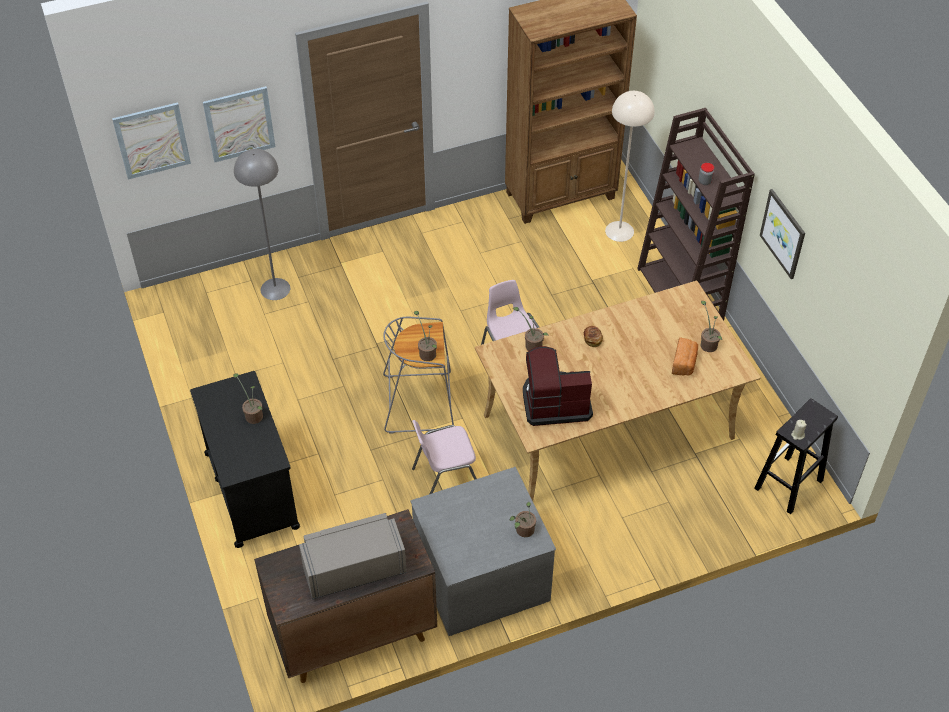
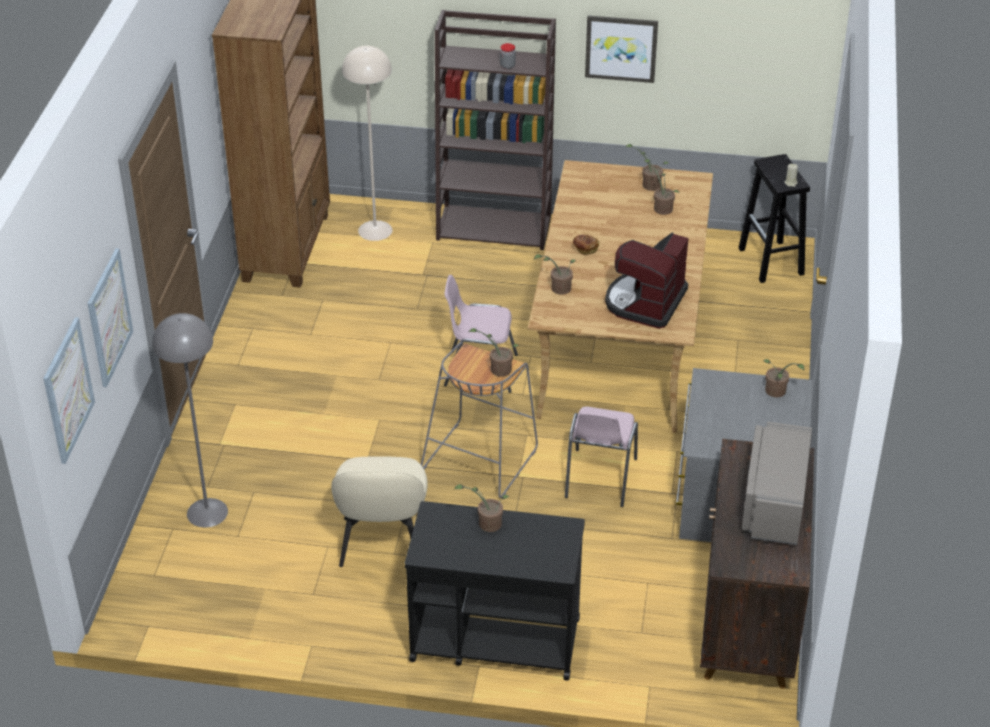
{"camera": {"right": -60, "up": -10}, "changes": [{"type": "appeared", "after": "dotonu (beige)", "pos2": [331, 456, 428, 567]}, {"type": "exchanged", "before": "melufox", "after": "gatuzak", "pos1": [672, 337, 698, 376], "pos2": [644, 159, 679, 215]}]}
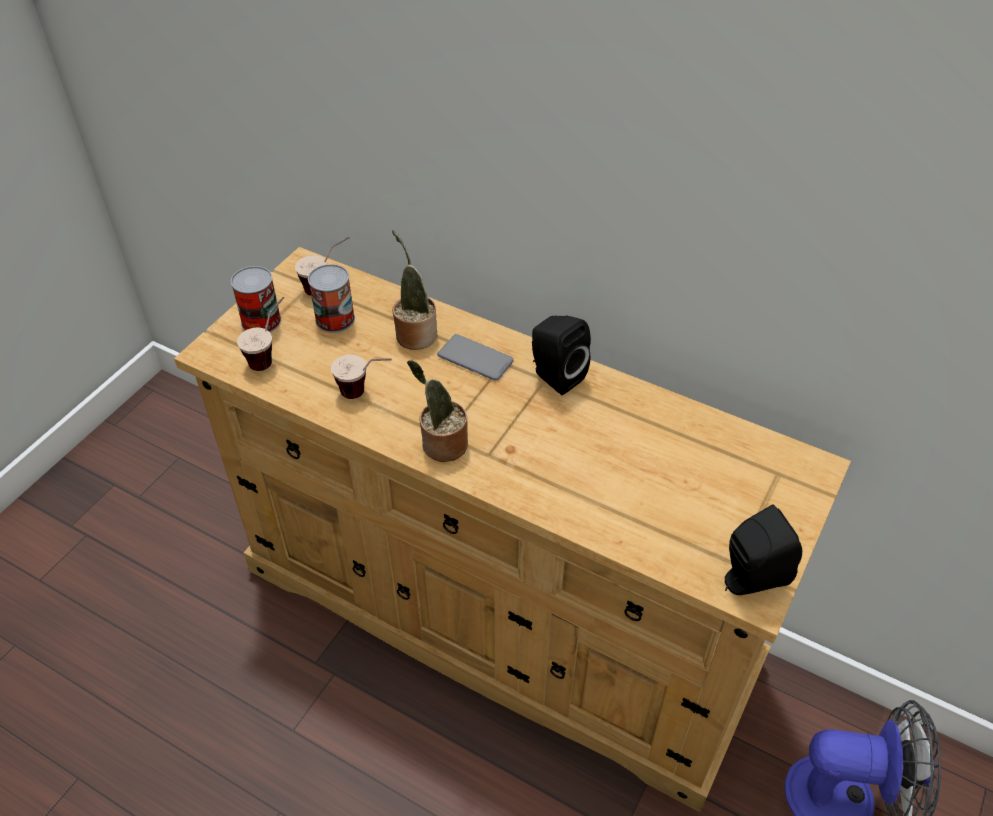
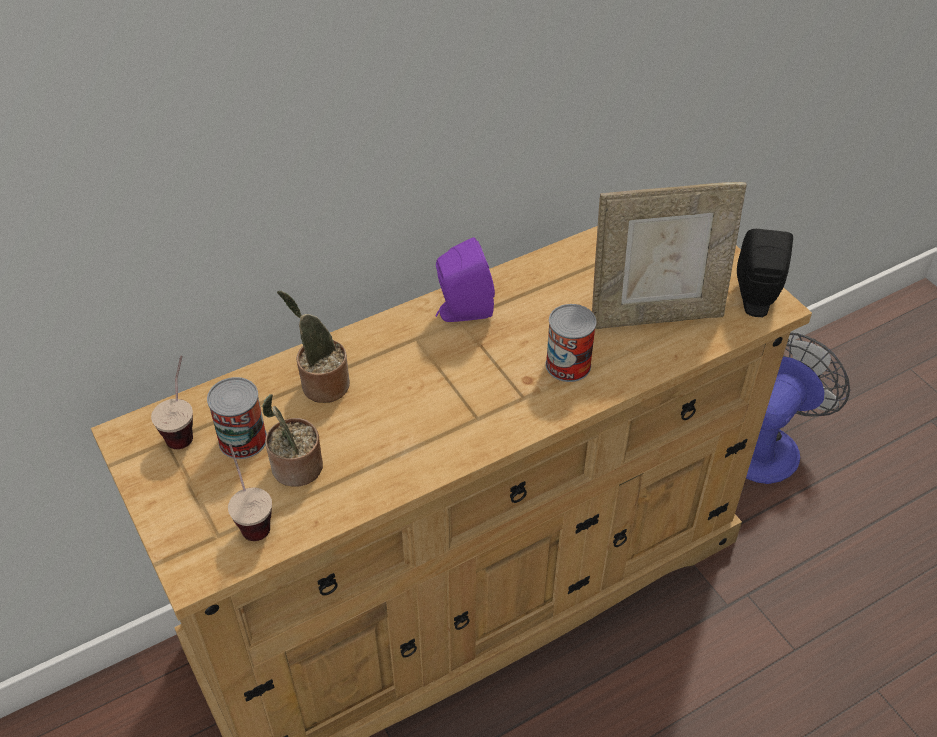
{"camera": {"right": -60, "up": 0}, "changes": [{"type": "missing", "before": "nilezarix", "pos1": [331, 355, 392, 399]}, {"type": "missing", "before": "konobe", "pos1": [437, 334, 514, 380]}, {"type": "appeared", "after": "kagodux", "pos2": [592, 182, 747, 329]}, {"type": "relocated", "before": "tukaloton", "pos1": [231, 266, 281, 332], "pos2": [545, 304, 596, 382]}, {"type": "relocated", "before": "gatuzak", "pos1": [407, 360, 468, 462], "pos2": [262, 394, 323, 487]}, {"type": "colour", "before": "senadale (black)", "after": "senadale (purple)", "pos1": [532, 316, 591, 395], "pos2": [435, 237, 495, 322]}]}
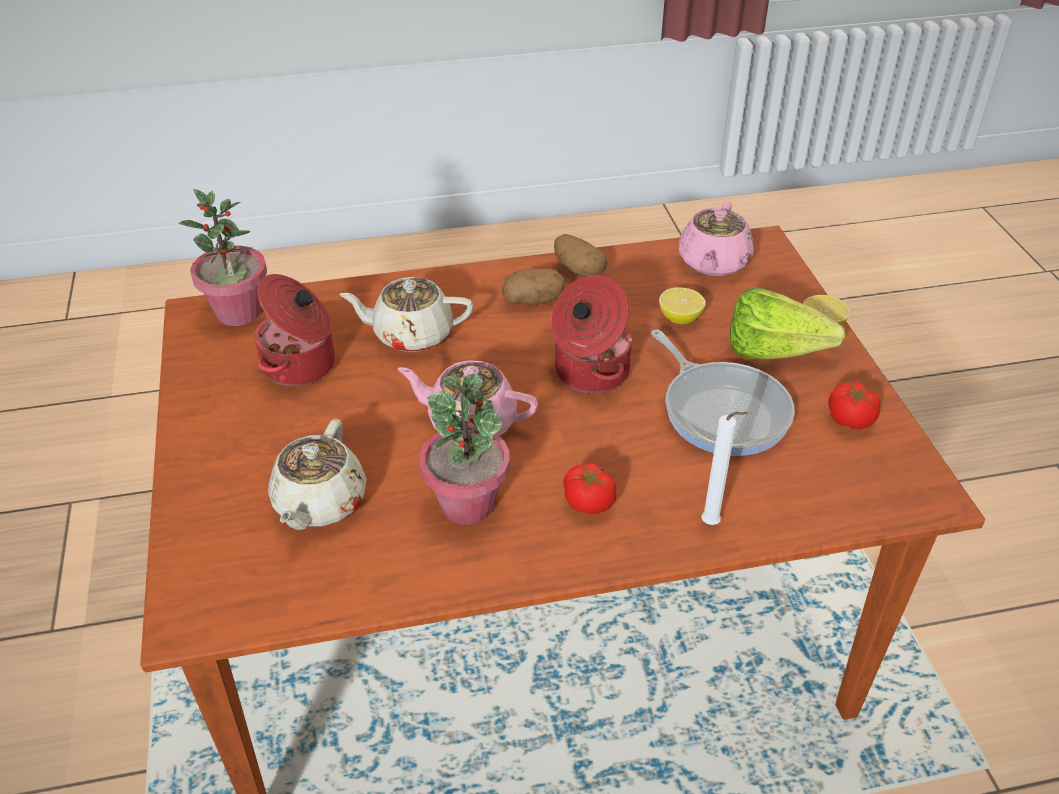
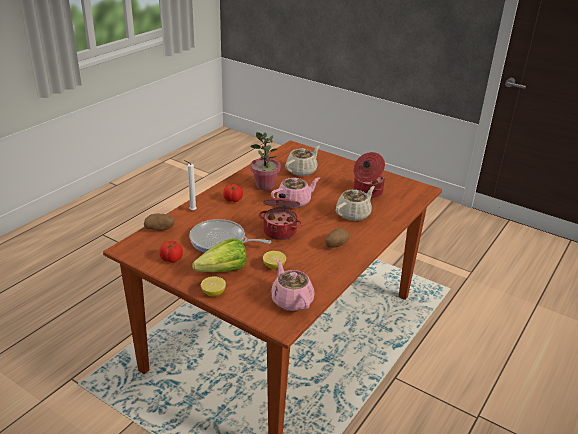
{"camera": {"right": 135, "up": -10}, "changes": [{"type": "missing", "before": "gatuzak", "pos1": [178, 189, 267, 326]}, {"type": "relocated", "before": "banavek", "pos1": [554, 234, 608, 277], "pos2": [144, 214, 175, 231]}, {"type": "spun", "before": "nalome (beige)", "pos1": [268, 419, 367, 530], "pos2": [285, 146, 320, 176], "turn": 75}]}
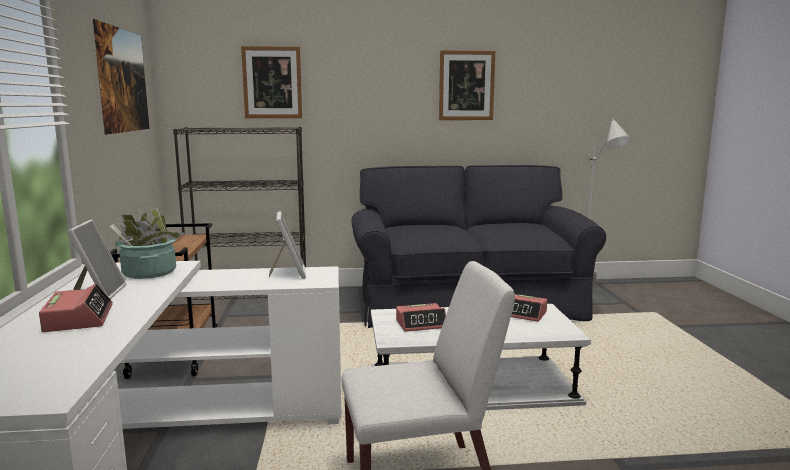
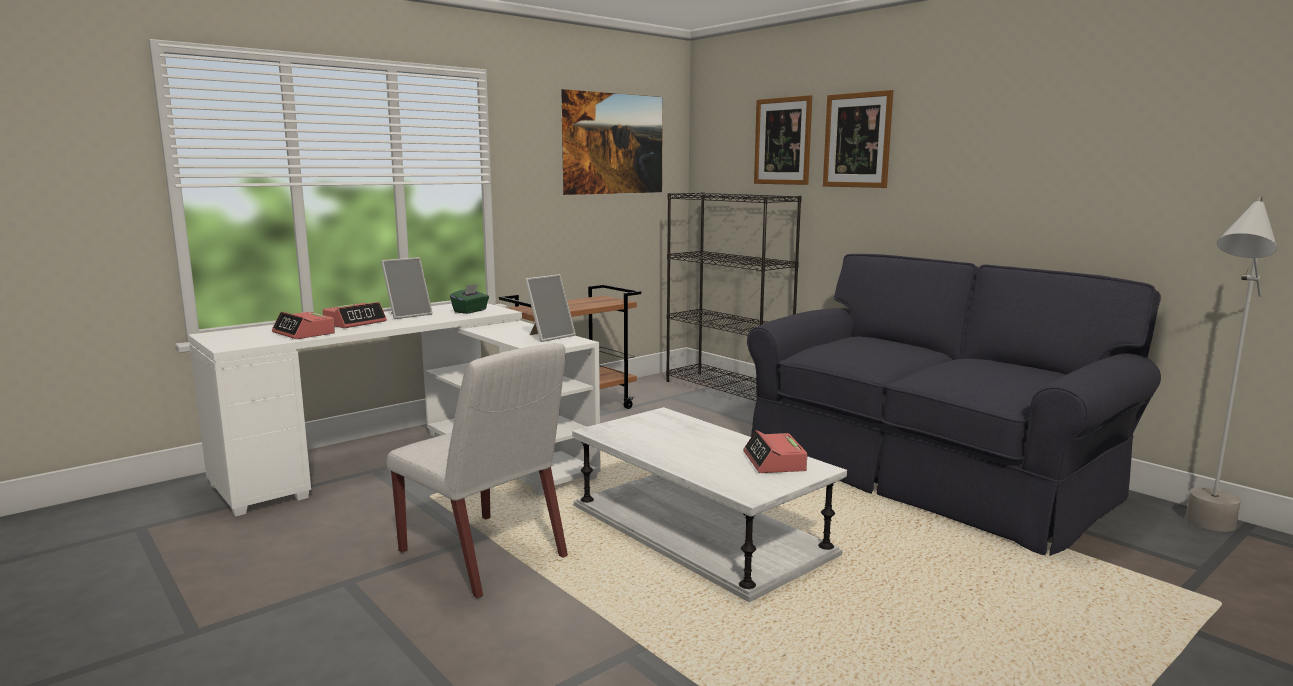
{"camera": {"right": 55, "up": 0}, "changes": [{"type": "relocated", "before": "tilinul", "pos1": [396, 303, 446, 332], "pos2": [272, 312, 335, 339]}, {"type": "relocated", "before": "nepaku", "pos1": [439, 50, 495, 120], "pos2": [823, 90, 893, 188]}, {"type": "exchanged", "before": "gatuzak", "after": "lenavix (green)", "pos1": [110, 208, 185, 279], "pos2": [450, 284, 489, 314]}]}
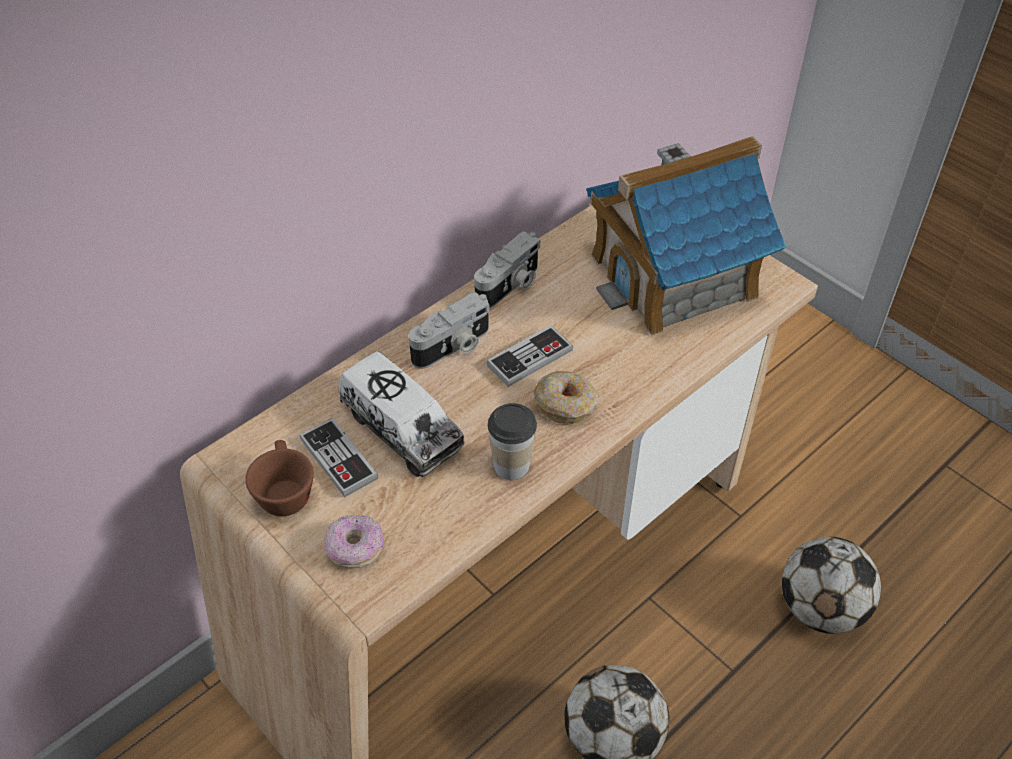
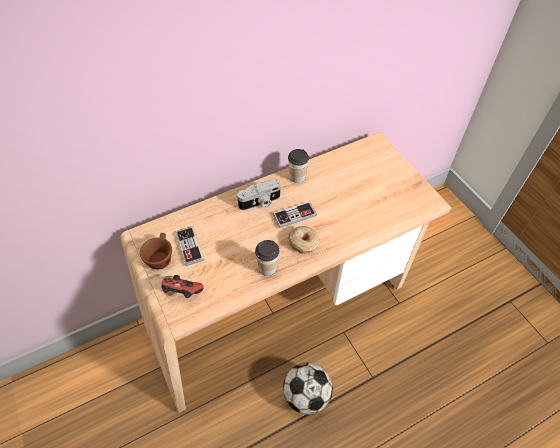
{"camera": {"right": 15, "up": 5}, "changes": [{"type": "missing", "before": "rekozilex", "pos1": [339, 351, 465, 477]}, {"type": "missing", "before": "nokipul", "pos1": [586, 136, 786, 336]}, {"type": "missing", "before": "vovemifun", "pos1": [782, 537, 881, 634]}, {"type": "exchanged", "before": "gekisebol", "after": "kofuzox", "pos1": [324, 514, 384, 568], "pos2": [161, 275, 203, 298]}, {"type": "exchanged", "before": "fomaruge", "after": "nilezarix", "pos1": [474, 231, 540, 309], "pos2": [288, 149, 309, 183]}]}
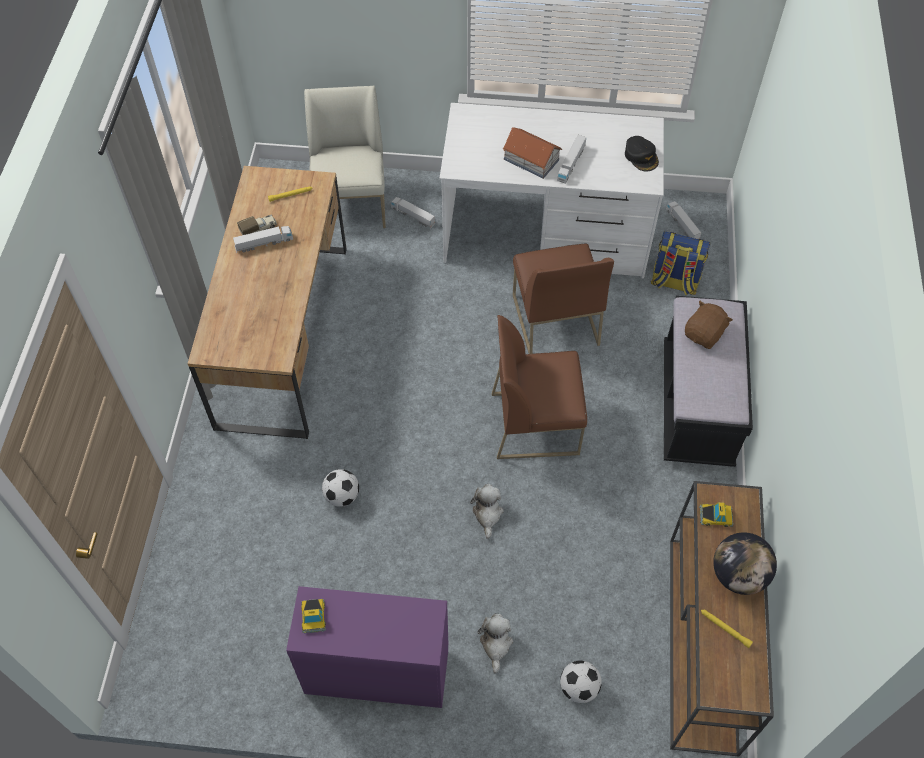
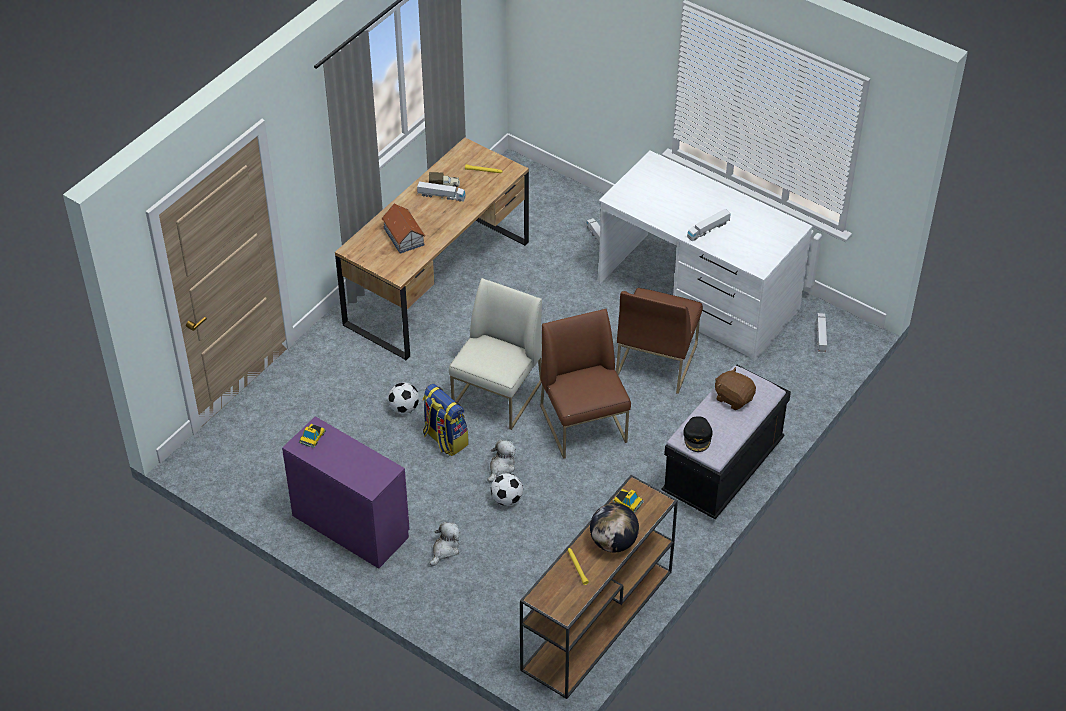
{"camera": {"right": 30, "up": -10}, "changes": [{"type": "relocated", "before": "dotonu (white)", "pos1": [304, 86, 386, 228], "pos2": [449, 278, 542, 430]}, {"type": "relocated", "before": "nokipul", "pos1": [503, 127, 562, 179], "pos2": [382, 204, 425, 254]}, {"type": "relocated", "before": "vovemifun", "pos1": [560, 660, 602, 703], "pos2": [491, 473, 523, 506]}, {"type": "relocated", "before": "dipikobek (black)", "pos1": [625, 136, 659, 172], "pos2": [683, 416, 713, 452]}, {"type": "relocated", "before": "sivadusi", "pos1": [651, 231, 711, 295], "pos2": [423, 384, 469, 456]}, {"type": "spun", "before": "dotonu (brown)", "pos1": [492, 315, 587, 459], "pos2": [540, 309, 631, 459], "turn": 45}, {"type": "spun", "before": "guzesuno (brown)", "pos1": [685, 301, 733, 349], "pos2": [715, 367, 756, 410], "turn": -120}]}
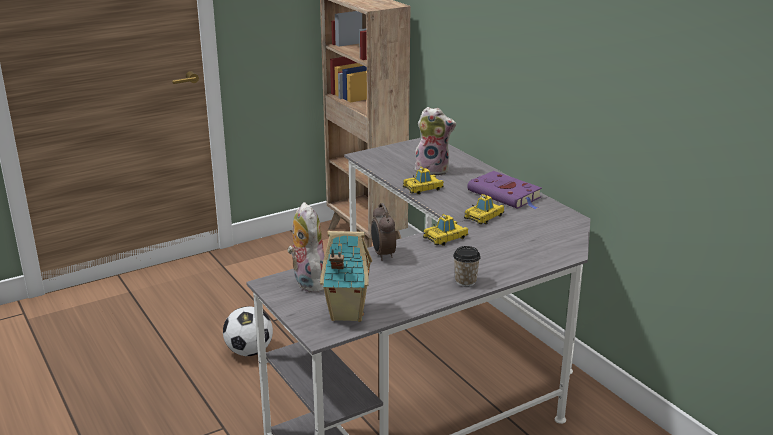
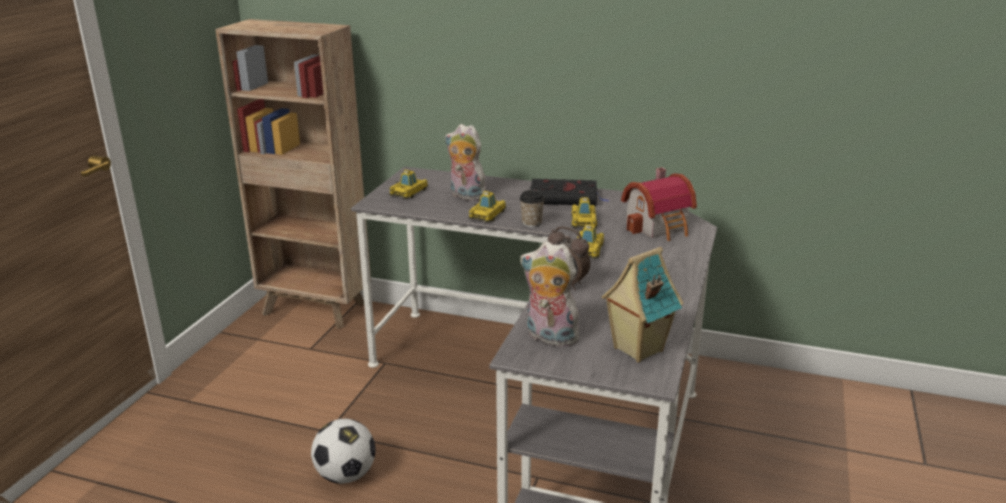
{"camera": {"right": -40, "up": 0}, "changes": [{"type": "appeared", "after": "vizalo", "pos2": [389, 169, 428, 198]}, {"type": "appeared", "after": "nokipul", "pos2": [621, 167, 697, 241]}, {"type": "relocated", "before": "nilezarix", "pos1": [453, 246, 481, 287], "pos2": [520, 190, 545, 227]}, {"type": "colour", "before": "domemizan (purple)", "after": "domemizan (black)", "pos1": [467, 171, 542, 209], "pos2": [530, 179, 610, 206]}, {"type": "spun", "before": "guzesuno", "pos1": [413, 107, 456, 176], "pos2": [445, 124, 486, 202], "turn": -120}]}
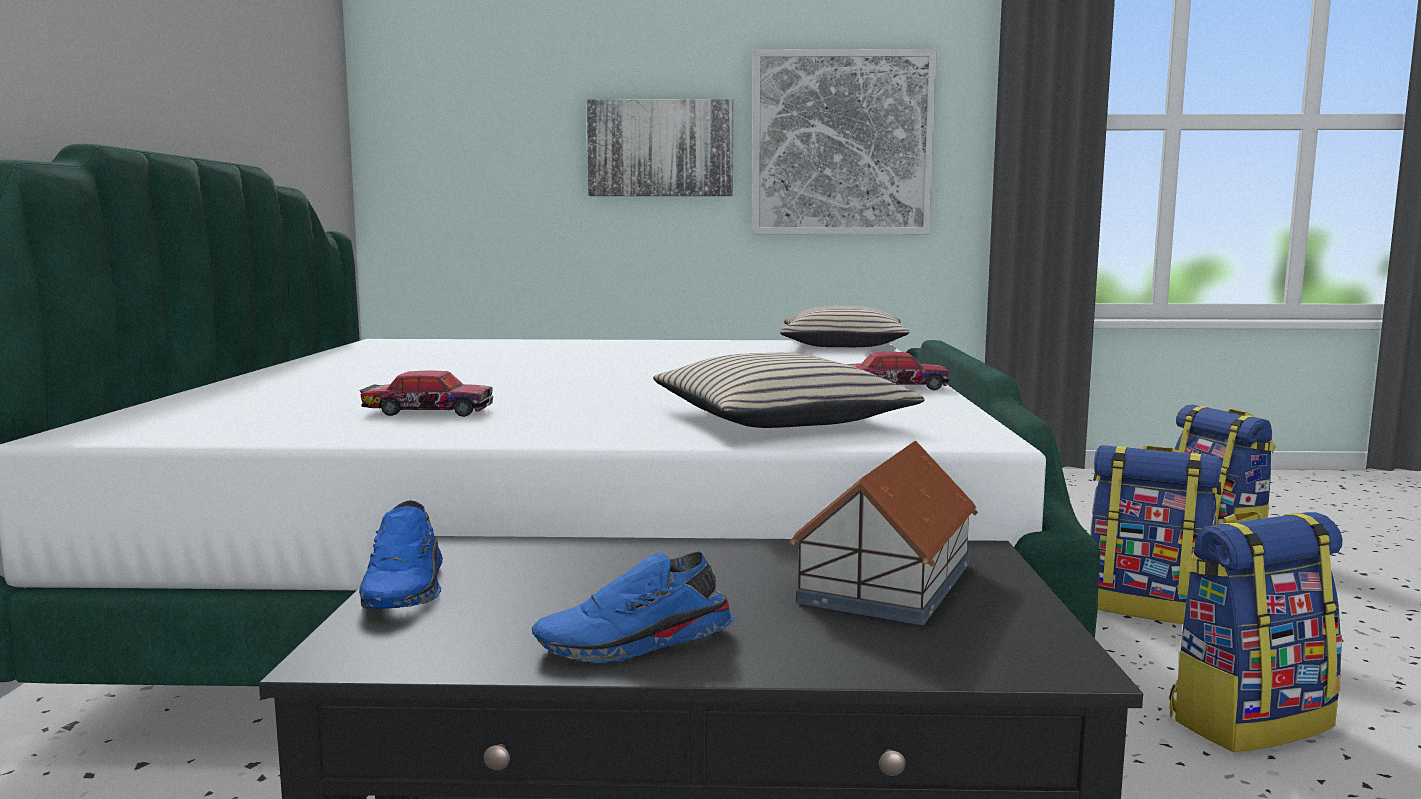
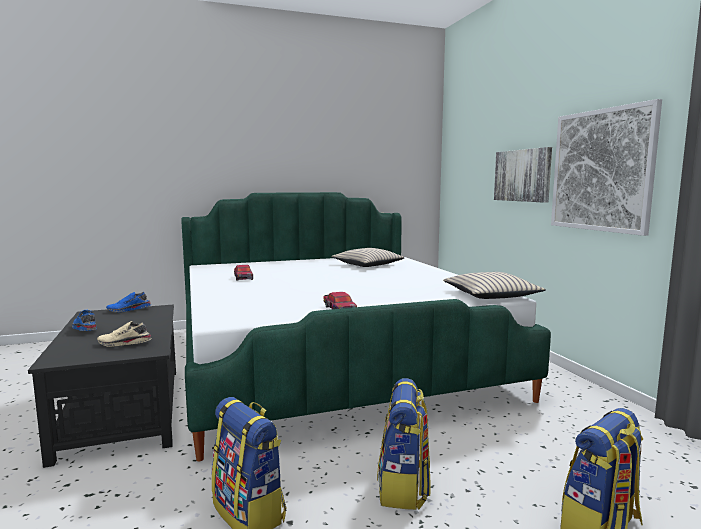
{"camera": {"right": 70, "up": 0}, "changes": [{"type": "relocated", "before": "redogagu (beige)", "pos1": [653, 353, 925, 428], "pos2": [331, 248, 405, 267]}, {"type": "exchanged", "before": "nokipul", "after": "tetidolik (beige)", "pos1": [790, 440, 978, 625], "pos2": [97, 321, 152, 347]}]}
